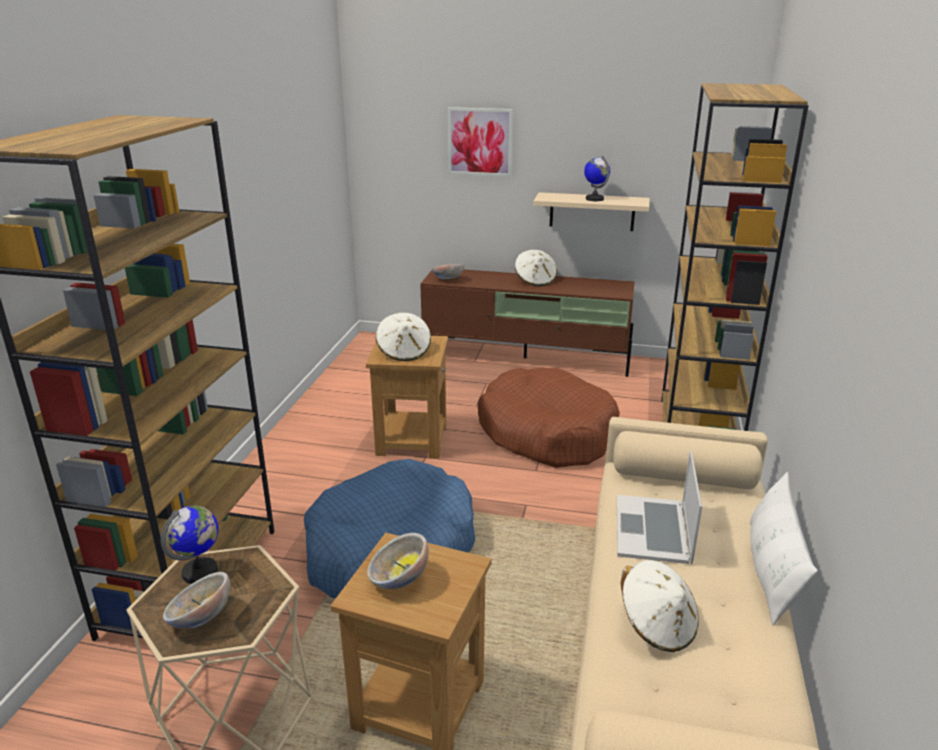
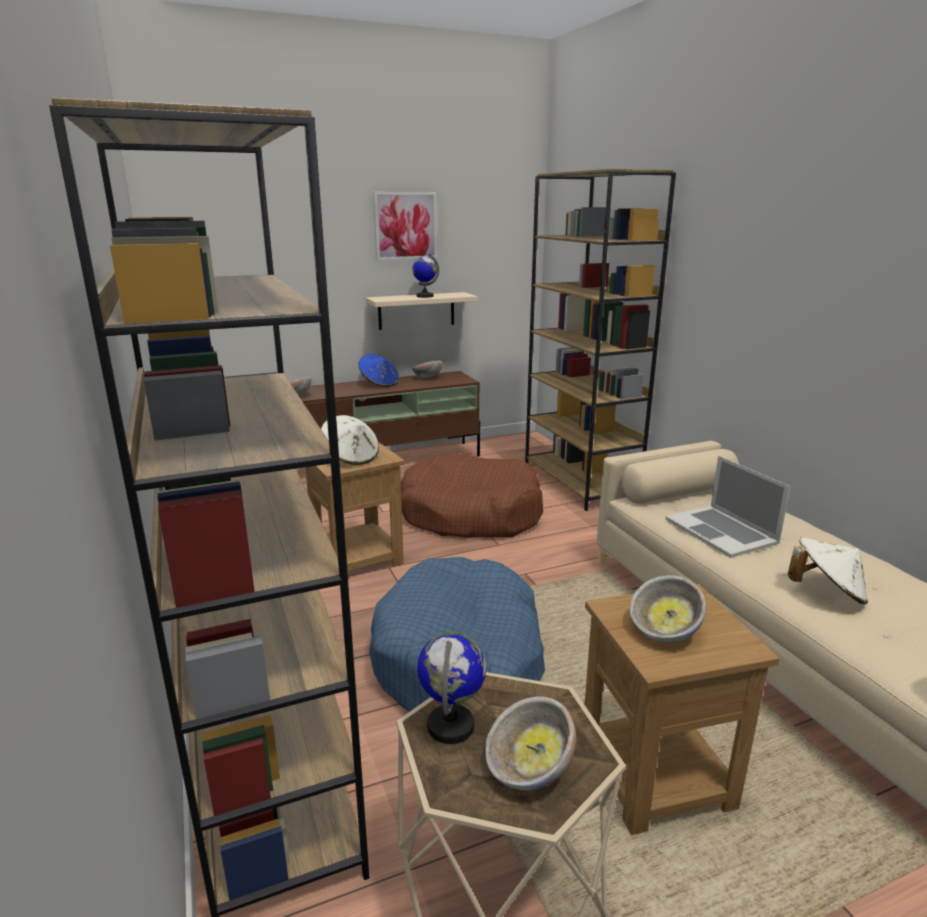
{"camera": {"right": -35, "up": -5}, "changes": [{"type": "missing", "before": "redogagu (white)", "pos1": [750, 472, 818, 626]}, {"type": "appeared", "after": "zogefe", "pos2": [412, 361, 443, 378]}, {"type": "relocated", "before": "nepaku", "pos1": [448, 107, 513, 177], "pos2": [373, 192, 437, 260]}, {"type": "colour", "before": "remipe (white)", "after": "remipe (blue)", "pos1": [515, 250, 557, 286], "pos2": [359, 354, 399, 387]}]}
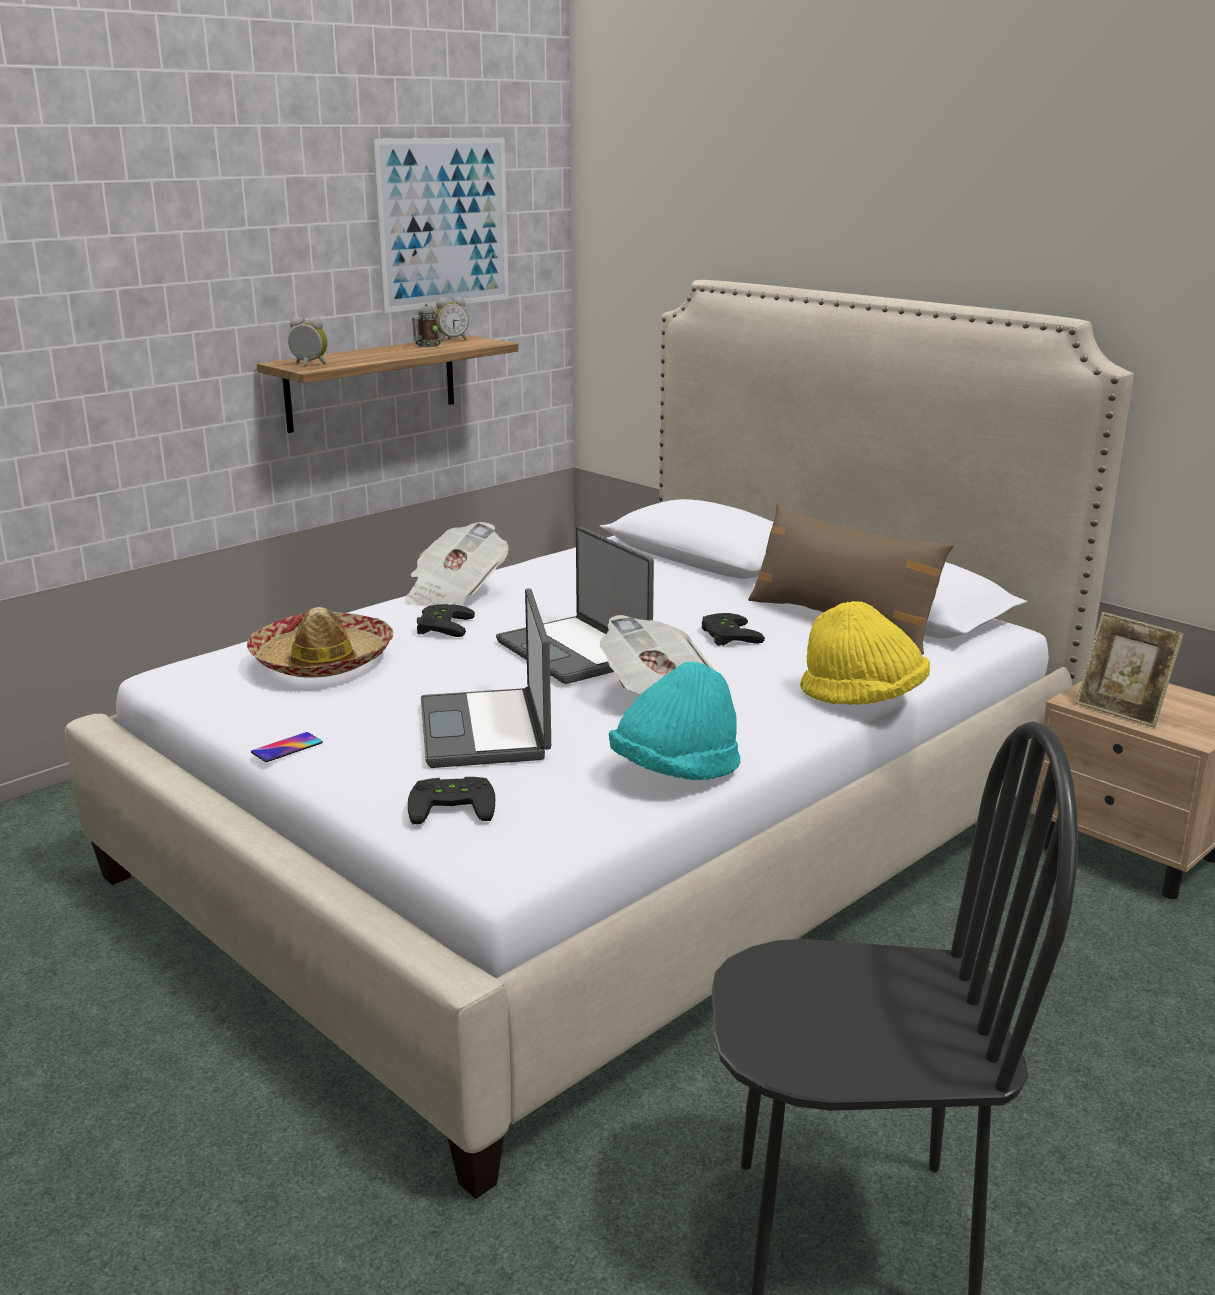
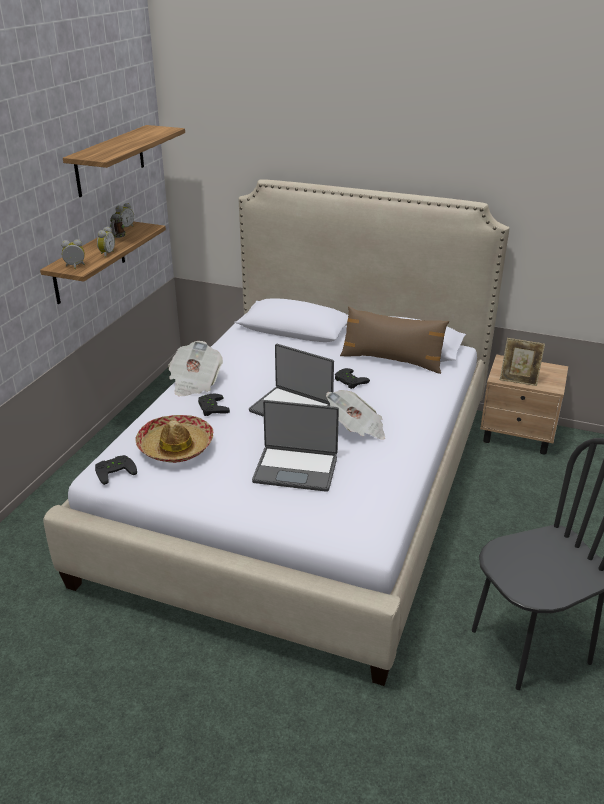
{"camera": {"right": -25, "up": 10}, "changes": [{"type": "missing", "before": "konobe", "pos1": [251, 732, 323, 762]}, {"type": "missing", "before": "remipe (turquoise)", "pos1": [609, 661, 740, 780]}, {"type": "missing", "before": "remipe (yellow)", "pos1": [800, 601, 930, 705]}, {"type": "appeared", "after": "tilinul", "pos2": [97, 226, 115, 258]}, {"type": "relocated", "before": "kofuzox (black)", "pos1": [408, 777, 495, 824], "pos2": [95, 455, 137, 485]}, {"type": "exchanged", "before": "nepaku", "after": "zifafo", "pos1": [372, 138, 509, 313], "pos2": [63, 125, 185, 197]}, {"type": "spun", "before": "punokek", "pos1": [421, 589, 551, 768], "pos2": [252, 400, 339, 492], "turn": -45}]}
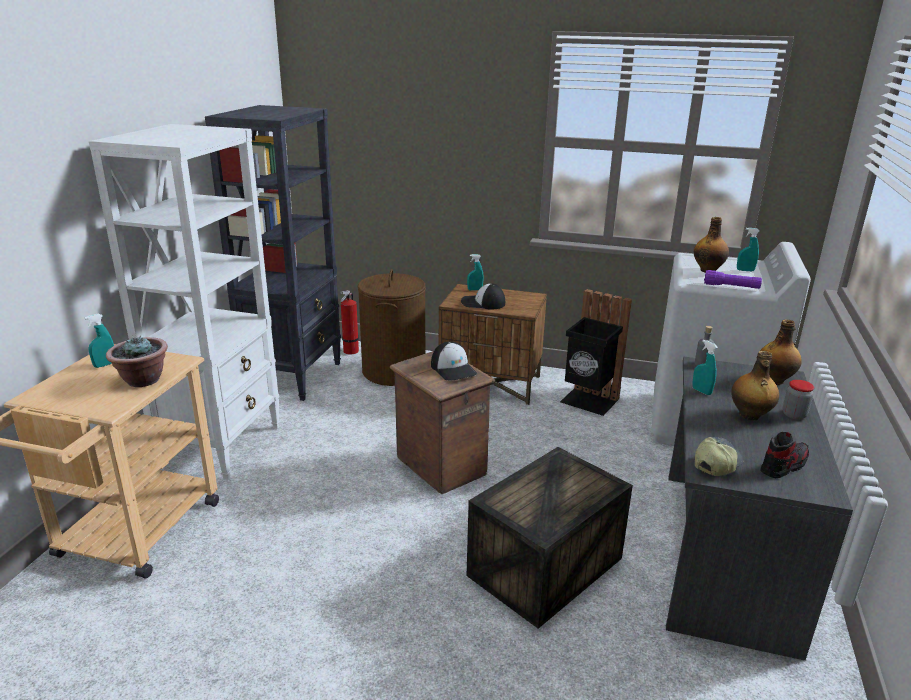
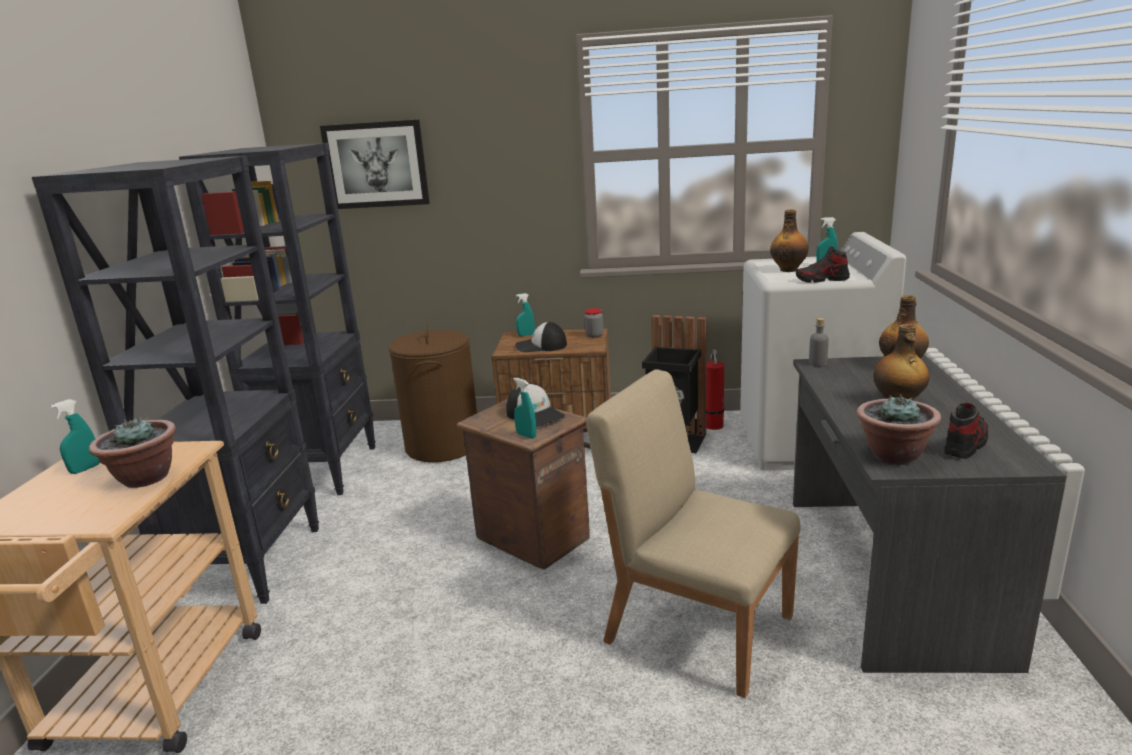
{"camera": {"right": -10, "up": -5}, "changes": [{"type": "appeared", "after": "nepaku", "pos2": [320, 119, 430, 209]}, {"type": "relocated", "before": "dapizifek", "pos1": [340, 290, 359, 354], "pos2": [706, 349, 724, 430]}, {"type": "relocated", "before": "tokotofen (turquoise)", "pos1": [692, 340, 718, 395], "pos2": [513, 378, 536, 439]}, {"type": "relocated", "before": "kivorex", "pos1": [783, 380, 814, 420], "pos2": [584, 308, 603, 338]}, {"type": "exchanged", "before": "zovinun", "after": "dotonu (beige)", "pos1": [466, 447, 633, 629], "pos2": [586, 369, 801, 698]}, {"type": "exchanged", "before": "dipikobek", "after": "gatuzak", "pos1": [695, 437, 743, 476], "pos2": [857, 394, 942, 465]}, {"type": "exchanged", "before": "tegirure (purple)", "after": "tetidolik", "pos1": [704, 270, 762, 289], "pos2": [796, 246, 850, 283]}, {"type": "colour", "before": "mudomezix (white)", "after": "mudomezix (black)", "pos1": [89, 124, 280, 480], "pos2": [32, 156, 319, 604]}]}
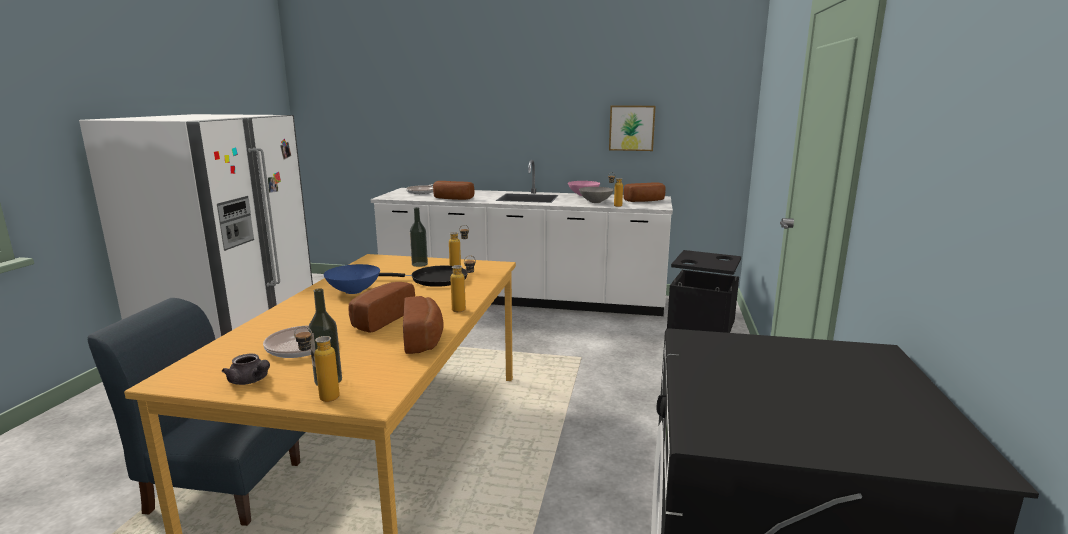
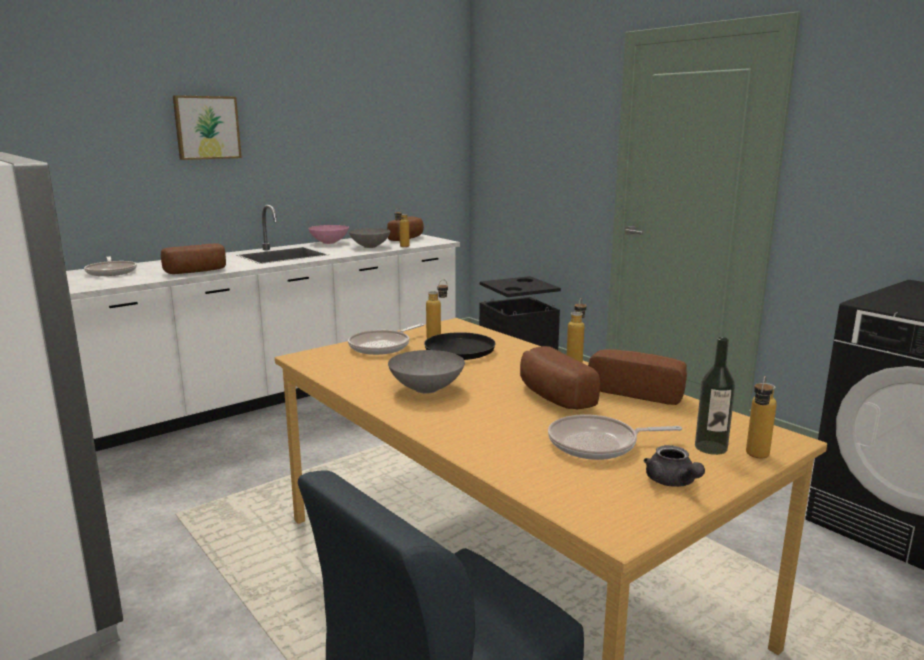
{"camera": {"right": -50, "up": 0}, "changes": [{"type": "relocated", "before": "nepaku", "pos1": [609, 105, 656, 151], "pos2": [173, 95, 242, 160]}, {"type": "exchanged", "before": "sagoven", "after": "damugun", "pos1": [410, 207, 428, 267], "pos2": [348, 324, 424, 355]}, {"type": "colour", "before": "zogefe (blue)", "after": "zogefe (grey)", "pos1": [324, 264, 380, 294], "pos2": [388, 350, 465, 393]}, {"type": "spun", "before": "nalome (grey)", "pos1": [222, 354, 270, 385], "pos2": [644, 445, 705, 487], "turn": 90}]}
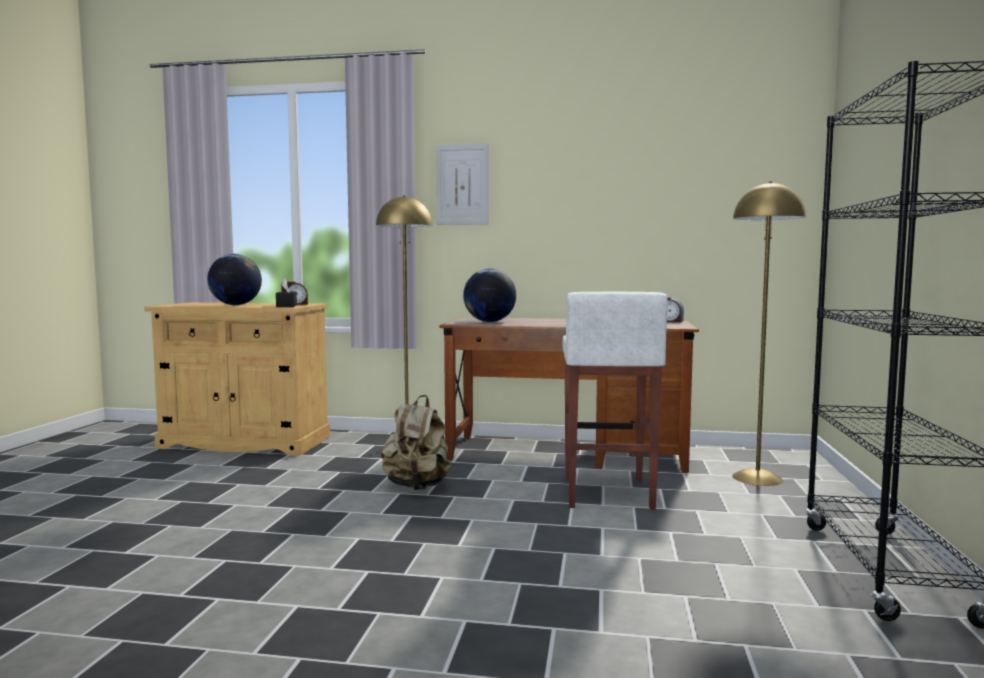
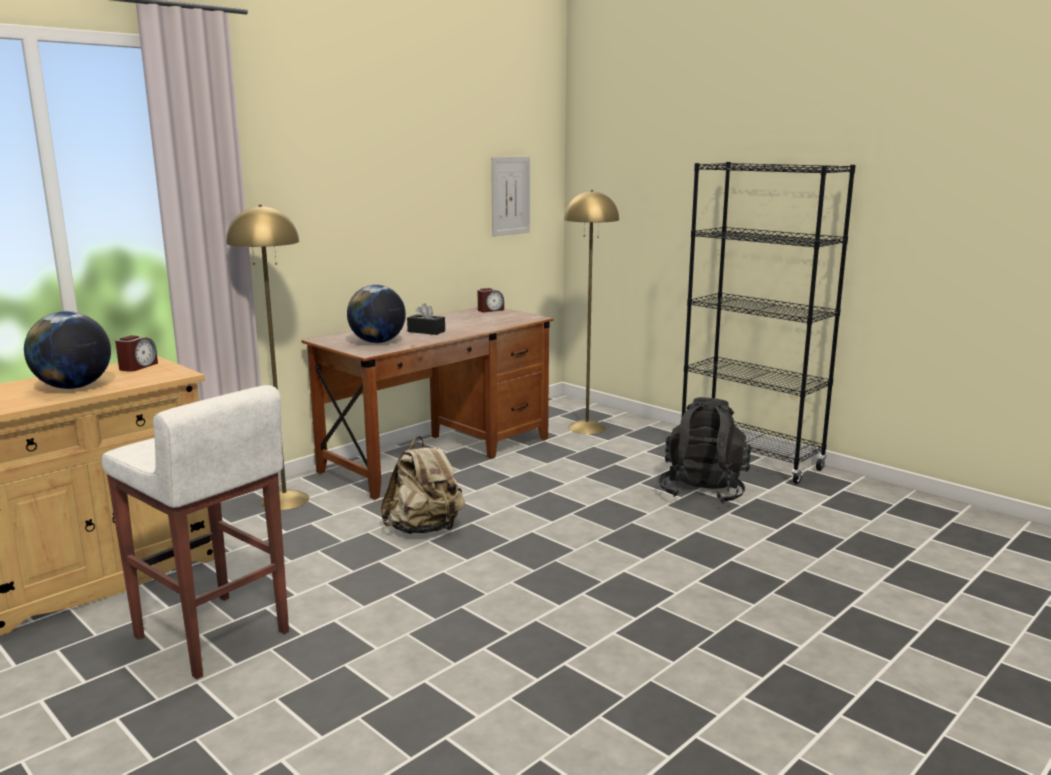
{"camera": {"right": -55, "up": 10}, "changes": [{"type": "appeared", "after": "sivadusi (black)", "pos2": [659, 397, 751, 504]}, {"type": "relocated", "before": "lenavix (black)", "pos1": [276, 279, 297, 307], "pos2": [407, 303, 445, 335]}, {"type": "relocated", "before": "nepaku", "pos1": [436, 143, 489, 225], "pos2": [491, 156, 530, 237]}, {"type": "relocated", "before": "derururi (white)", "pos1": [562, 292, 668, 510], "pos2": [101, 385, 289, 679]}]}
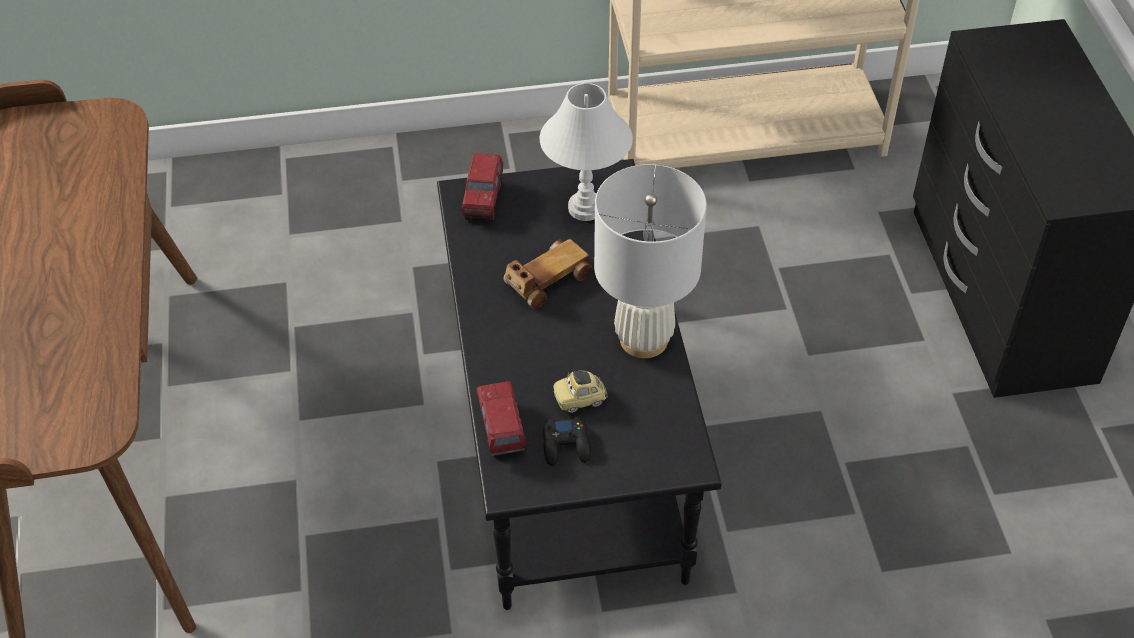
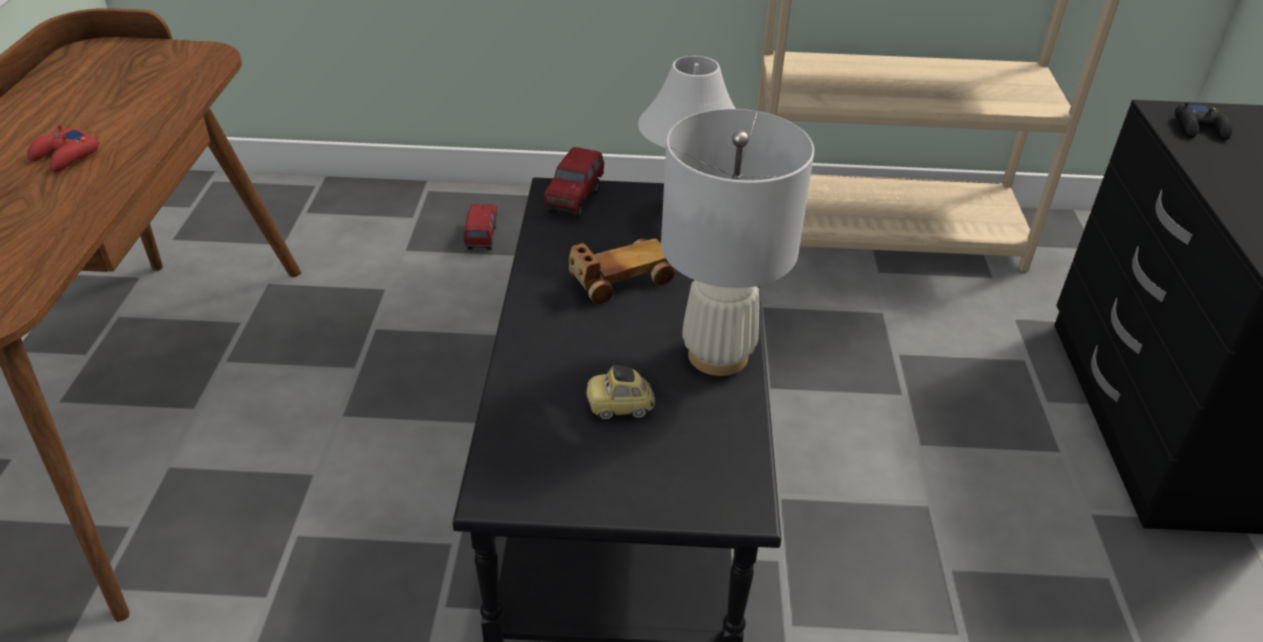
{"camera": {"right": 10, "up": -10}, "changes": [{"type": "appeared", "after": "kofuzox (red)", "pos2": [27, 124, 99, 172]}, {"type": "relocated", "before": "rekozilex", "pos1": [476, 381, 525, 456], "pos2": [464, 204, 497, 250]}, {"type": "relocated", "before": "kofuzox (black)", "pos1": [543, 417, 591, 466], "pos2": [1175, 102, 1232, 141]}]}
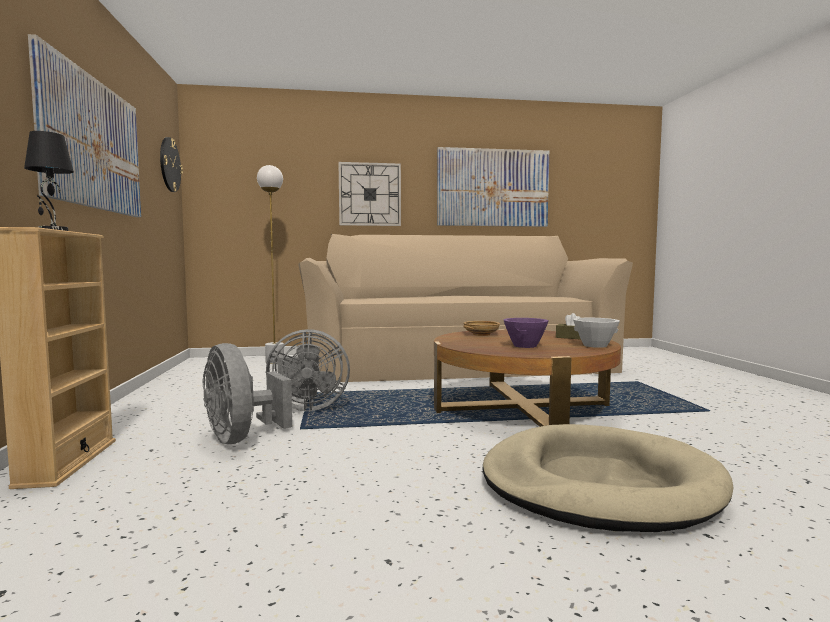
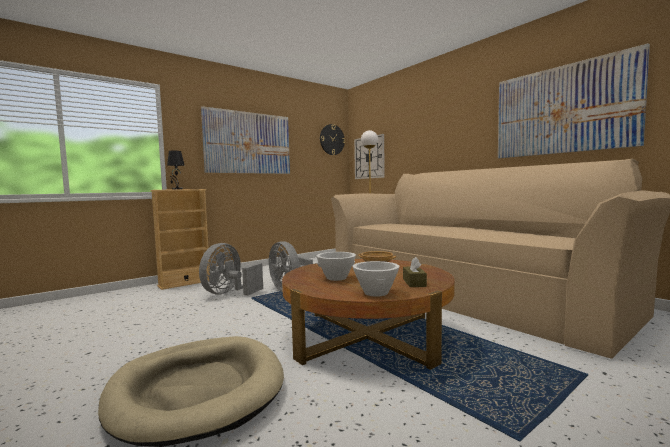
{"camera": {"right": 60, "up": 0}, "changes": [{"type": "relocated", "before": "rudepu", "pos1": [339, 162, 401, 226], "pos2": [354, 134, 385, 179]}, {"type": "colour", "before": "zogefe (purple)", "after": "zogefe (white)", "pos1": [503, 318, 549, 348], "pos2": [316, 252, 356, 281]}]}
